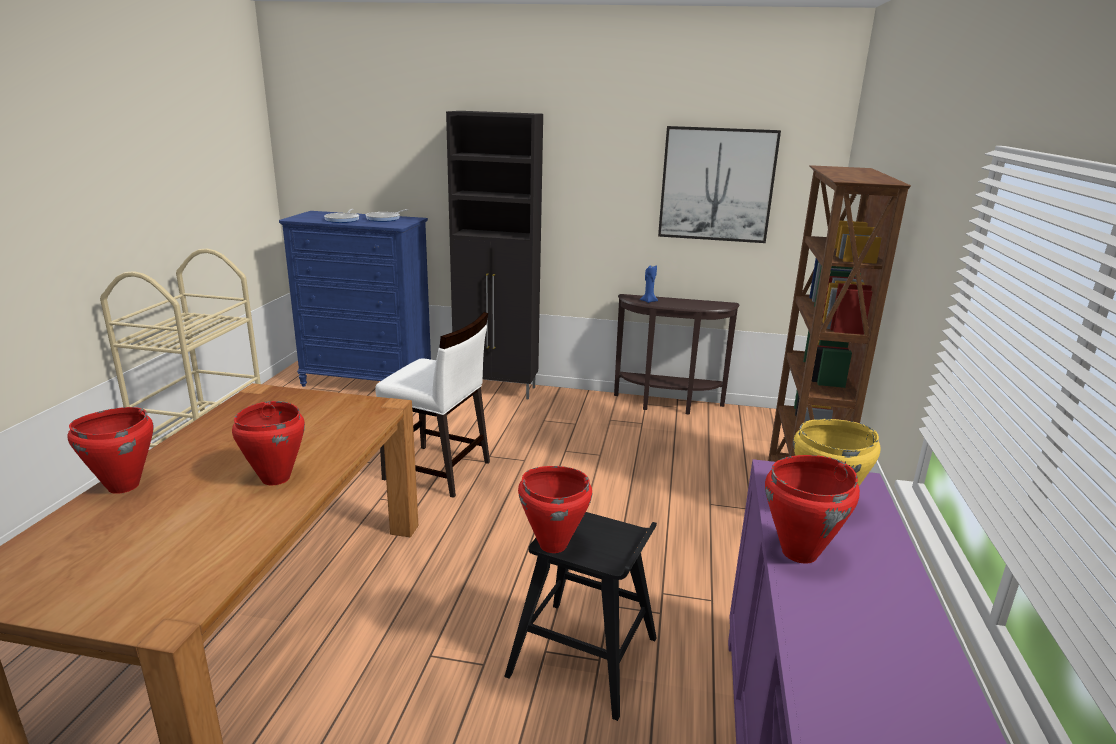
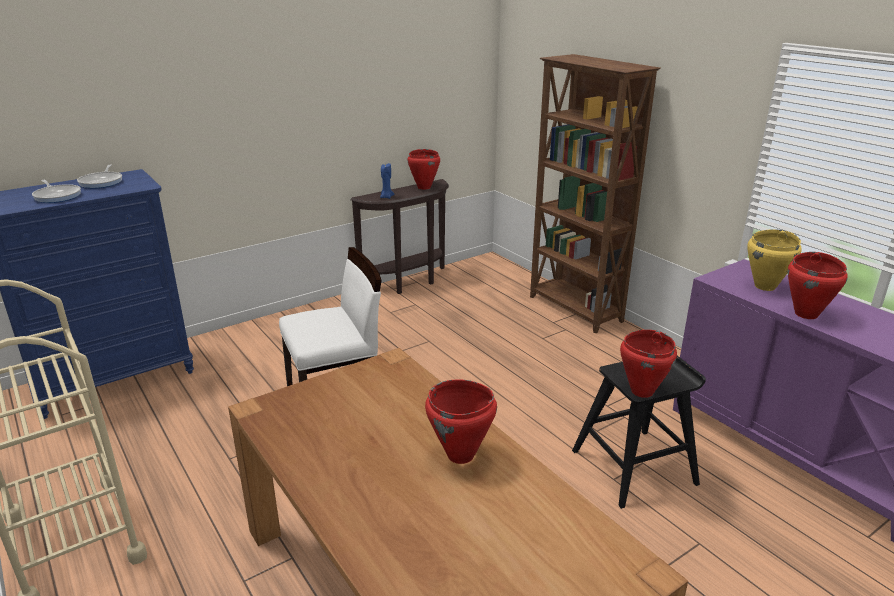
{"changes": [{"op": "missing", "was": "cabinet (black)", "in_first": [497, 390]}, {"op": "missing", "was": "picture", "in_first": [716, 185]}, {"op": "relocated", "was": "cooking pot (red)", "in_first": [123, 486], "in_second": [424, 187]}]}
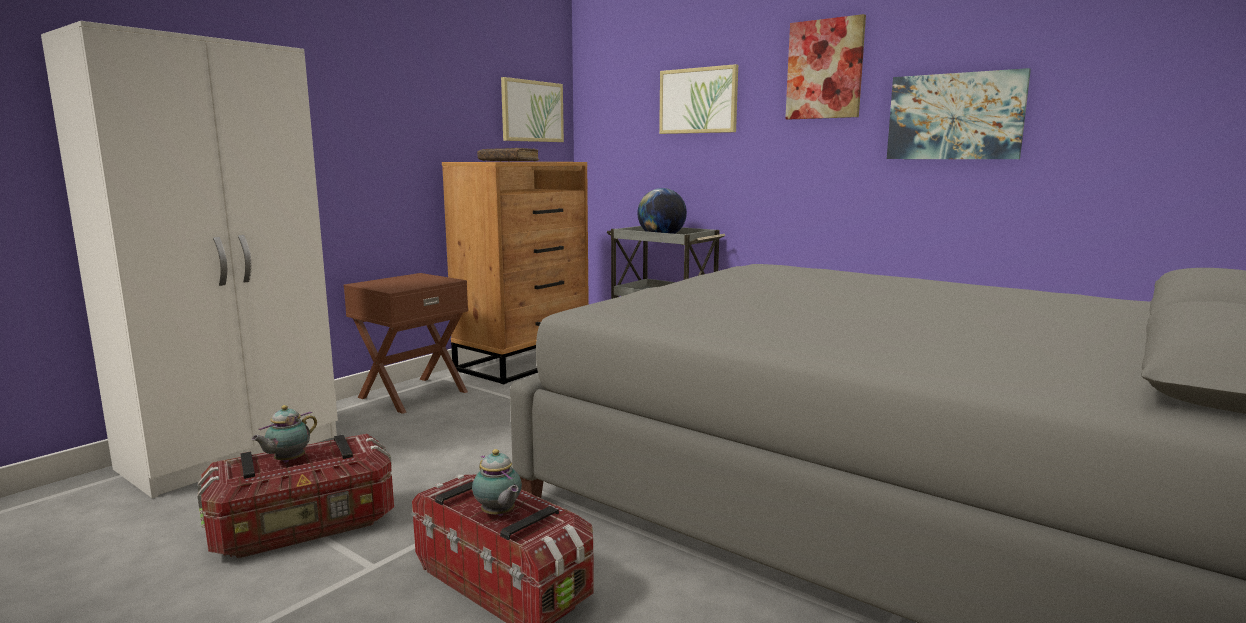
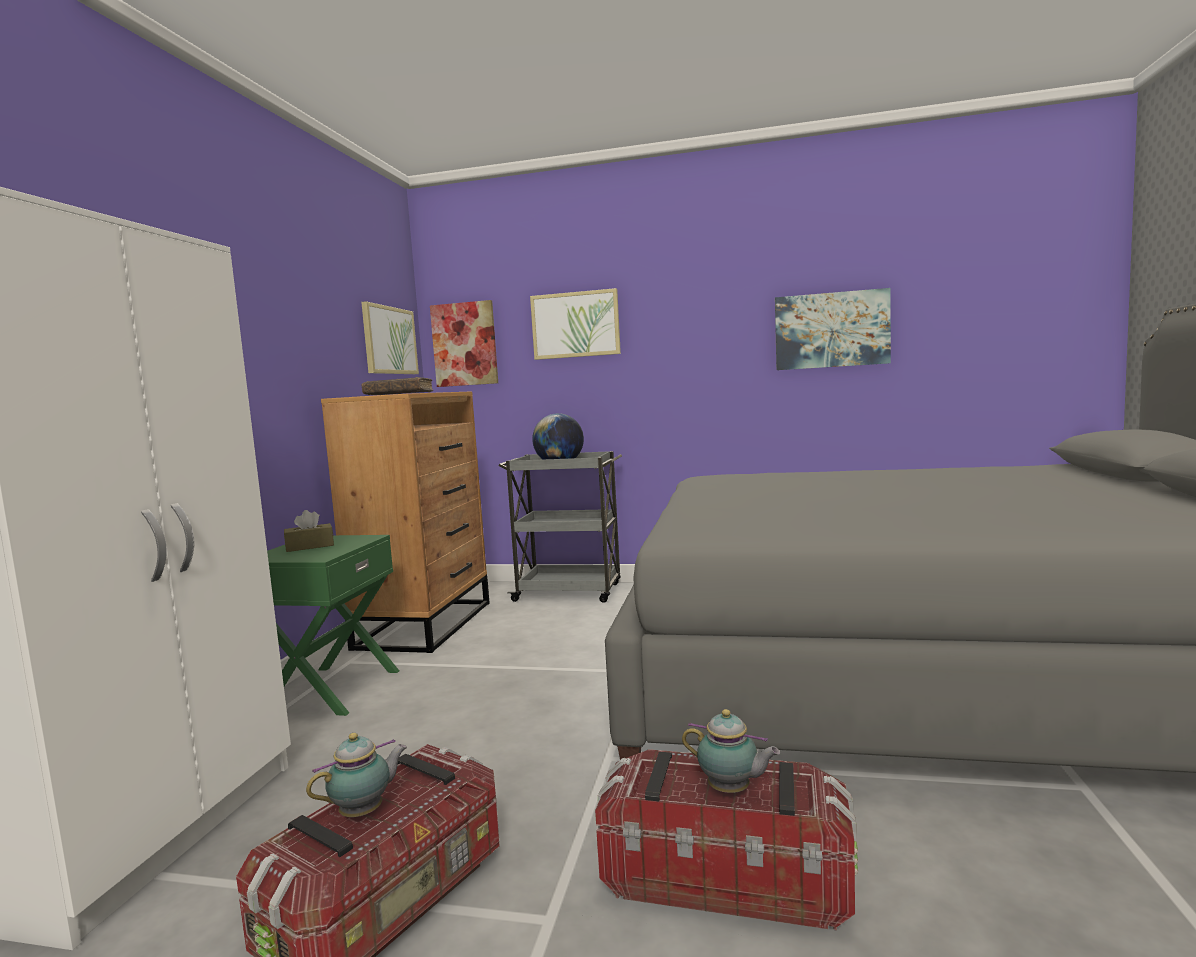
{"changes": [{"op": "relocated", "was": "picture", "in_first": [824, 69], "in_second": [464, 344]}, {"op": "colour", "was": "nightstand (brown)", "now": "nightstand (green)", "in_first": [412, 394], "in_second": [331, 689]}, {"op": "spun", "was": "teapot", "in_first": [287, 461], "in_second": [365, 812], "clockwise": -135}, {"op": "appeared", "now": "tissue box (brown)", "in_second": [310, 546]}]}
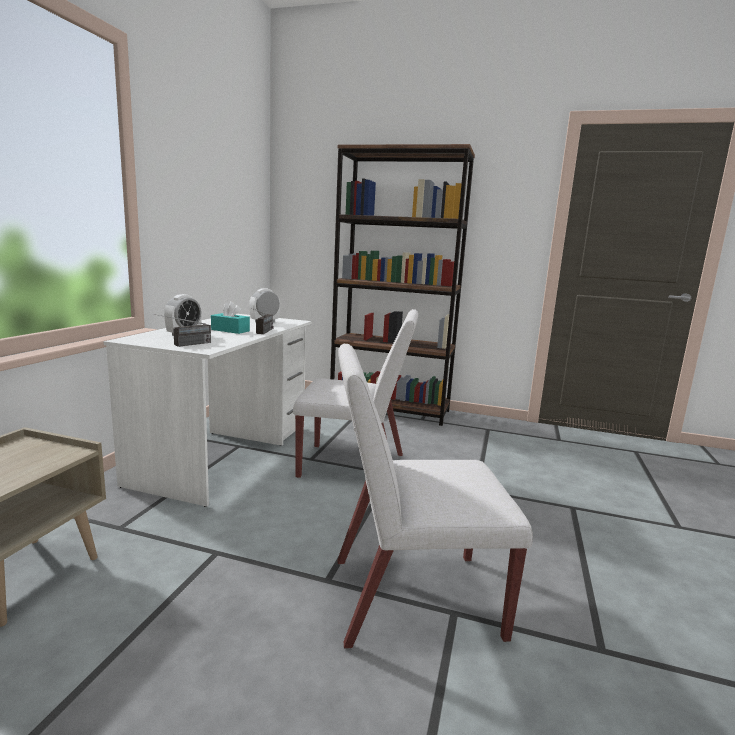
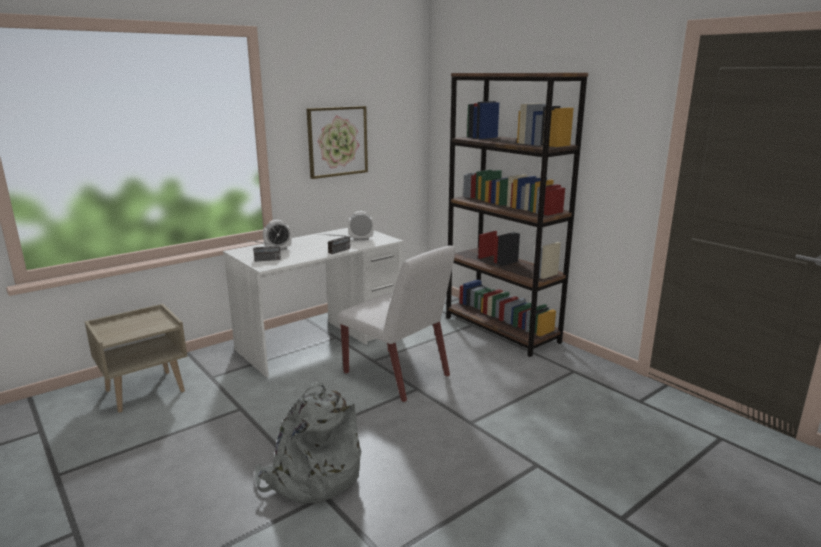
{"changes": [{"op": "missing", "was": "tissue box (turquoise)", "in_first": [230, 330]}, {"op": "exchanged", "was": "chair (white)", "now": "backpack (grey)", "in_first": [412, 598], "in_second": [312, 477]}, {"op": "appeared", "now": "picture", "in_second": [337, 141]}]}
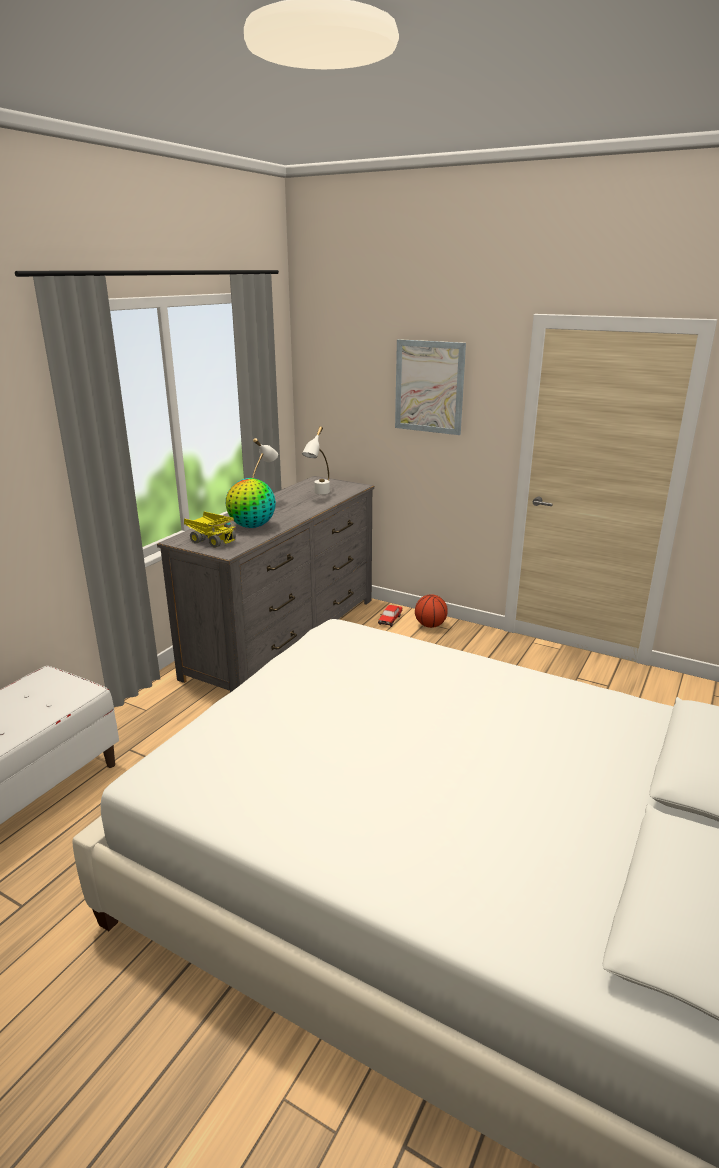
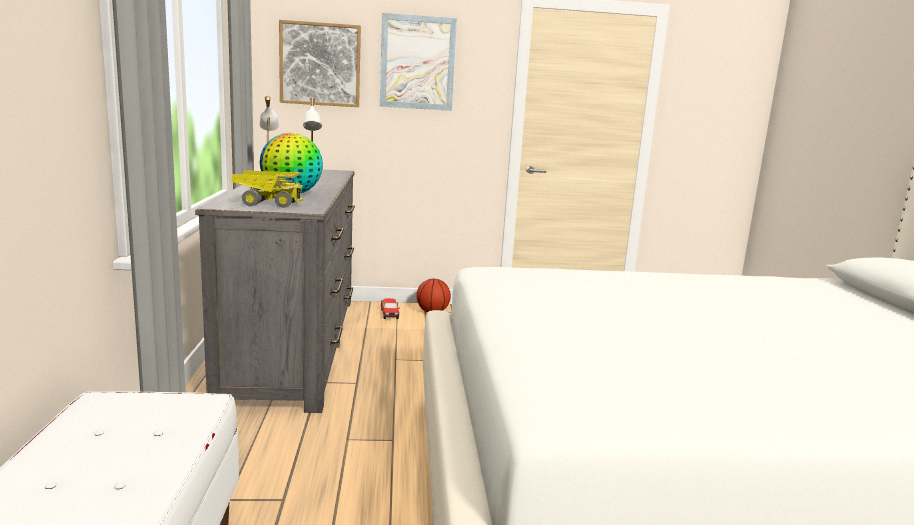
{"changes": [{"op": "appeared", "now": "picture", "in_second": [320, 64]}]}
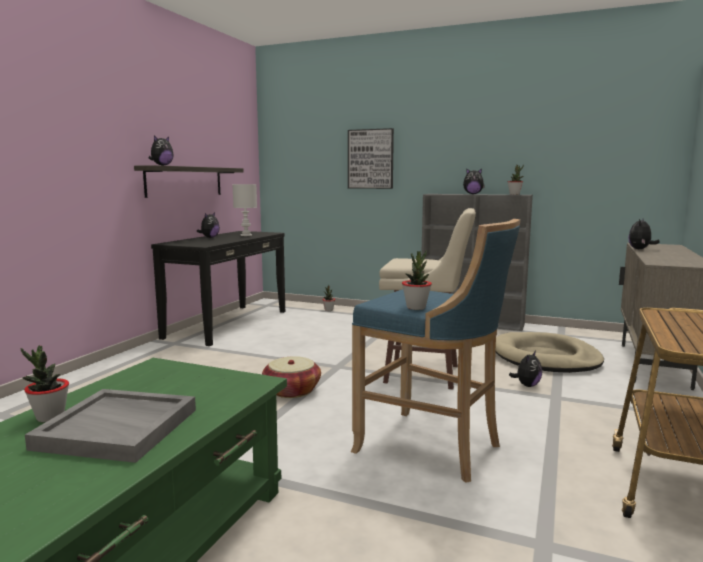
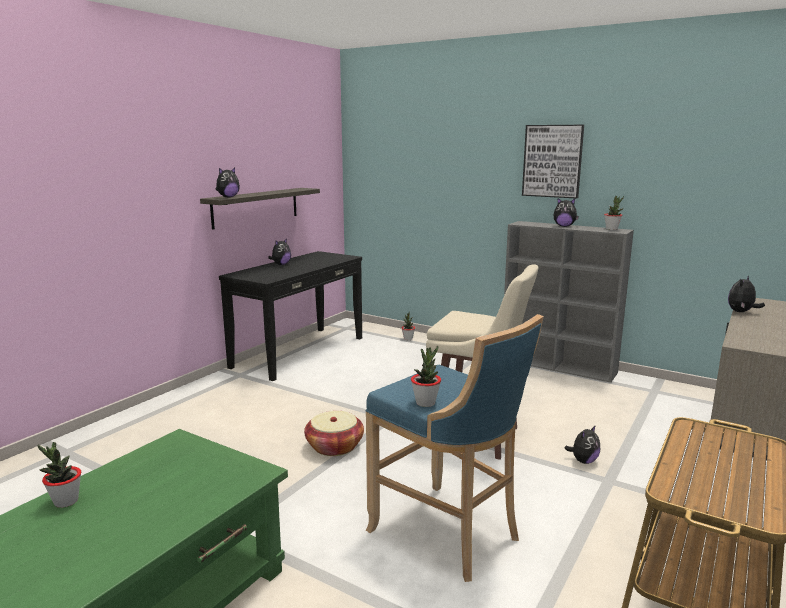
{"changes": [{"op": "relocated", "was": "picture", "in_first": [370, 159], "in_second": [552, 161]}, {"op": "missing", "was": "table lamp (white)", "in_first": [246, 235]}, {"op": "missing", "was": "dog bed (beige)", "in_first": [545, 358]}, {"op": "missing", "was": "tray (grey)", "in_first": [119, 428]}]}
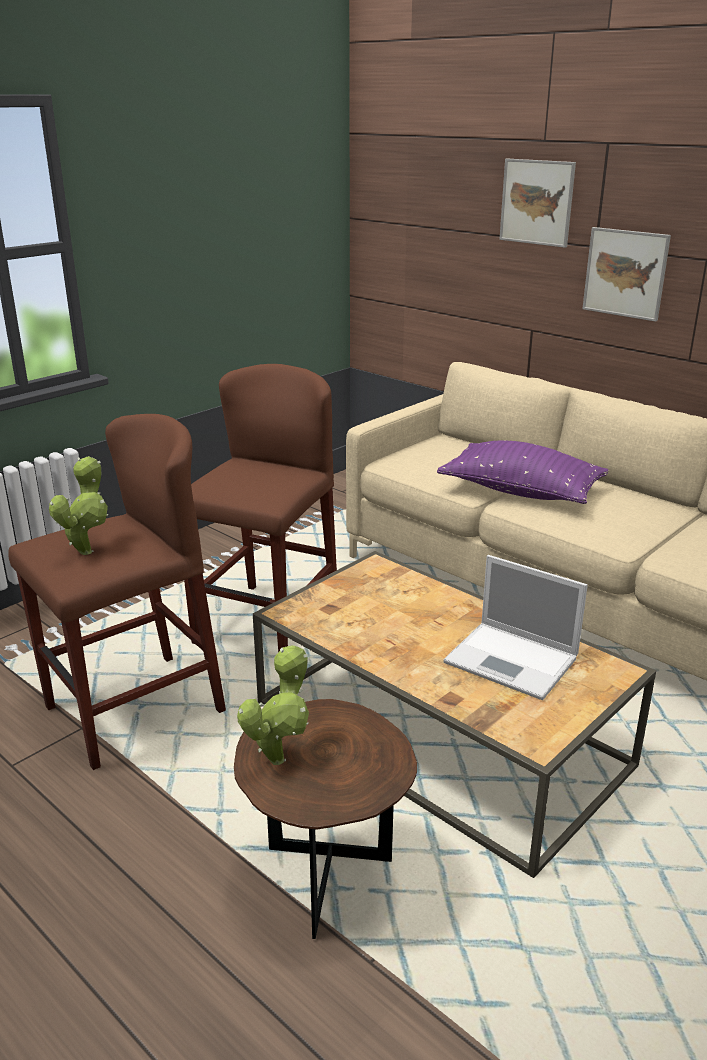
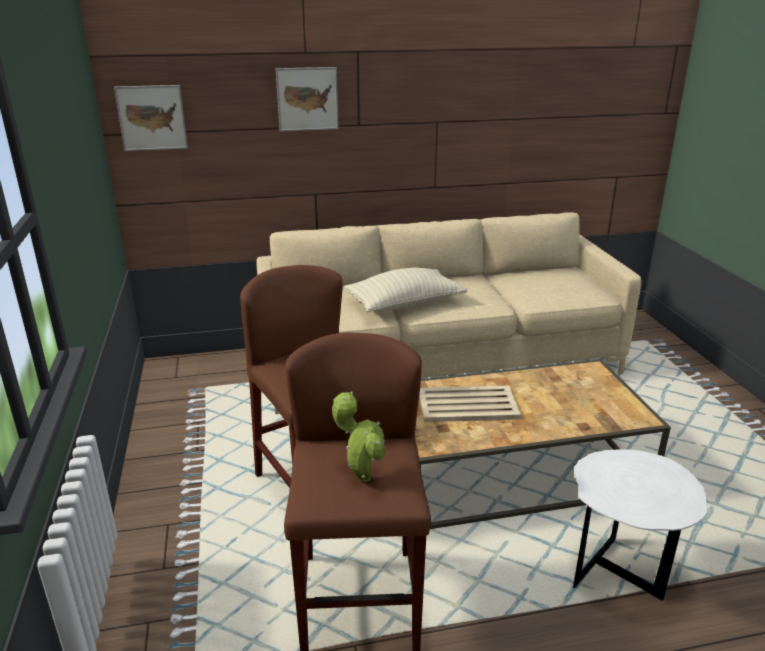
{"changes": [{"op": "relocated", "was": "picture", "in_first": [625, 273], "in_second": [152, 118]}, {"op": "colour", "was": "pillow (purple)", "now": "pillow (beige)", "in_first": [521, 492], "in_second": [404, 304]}, {"op": "missing", "was": "laptop", "in_first": [513, 661]}, {"op": "missing", "was": "potted plant", "in_first": [279, 756]}, {"op": "colour", "was": "side table (brown)", "now": "side table (white)", "in_first": [326, 886], "in_second": [620, 576]}, {"op": "appeared", "now": "tray (beige)", "in_second": [469, 405]}]}
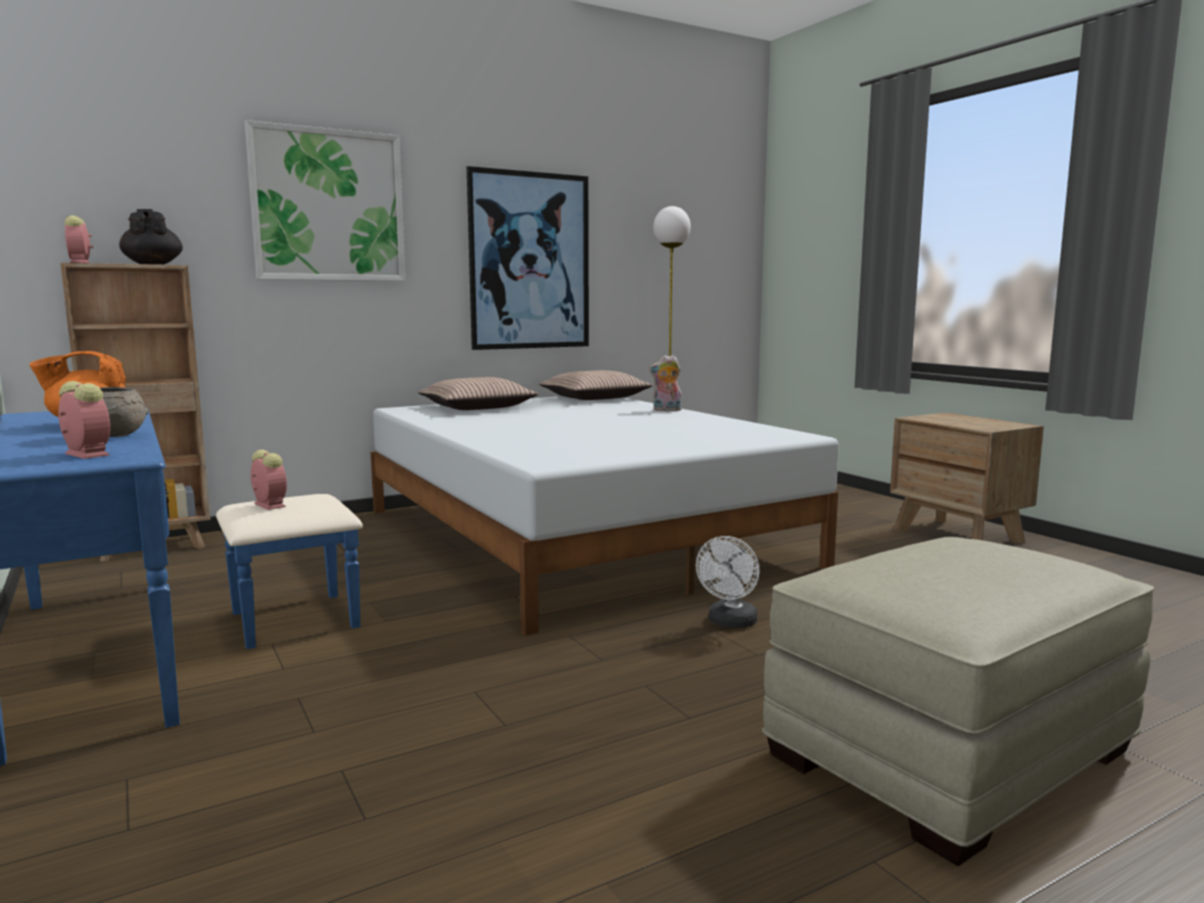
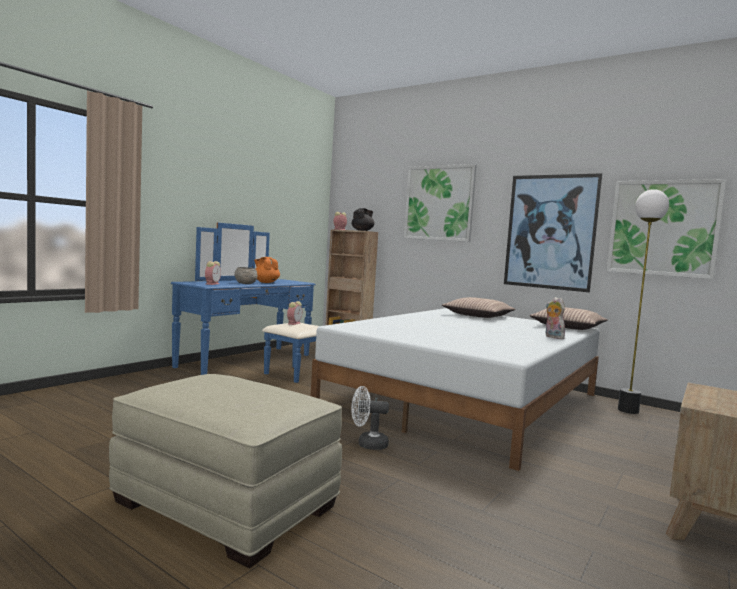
{"changes": [{"op": "appeared", "now": "picture", "in_second": [663, 228]}]}
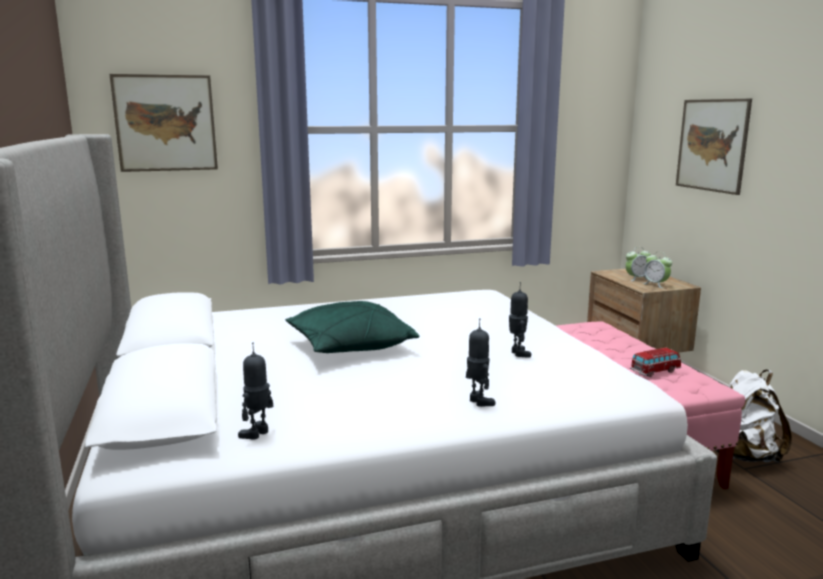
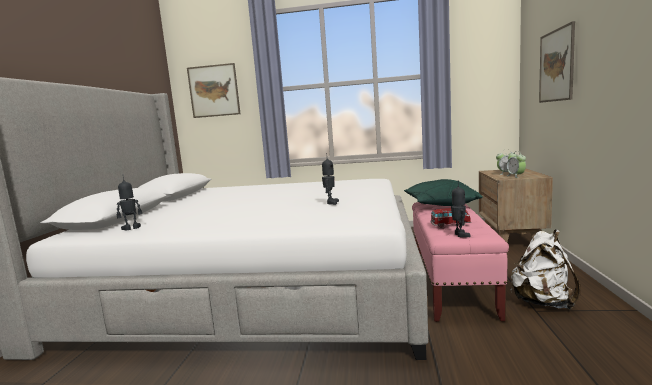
{"changes": [{"op": "relocated", "was": "pillow (green)", "in_first": [349, 347], "in_second": [440, 205]}, {"op": "relocated", "was": "toy robot", "in_first": [478, 402], "in_second": [459, 235]}]}
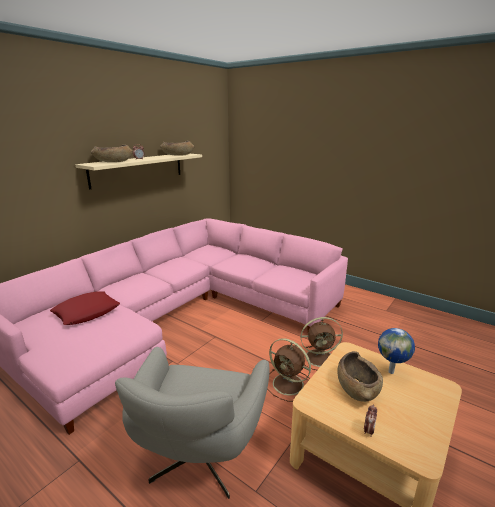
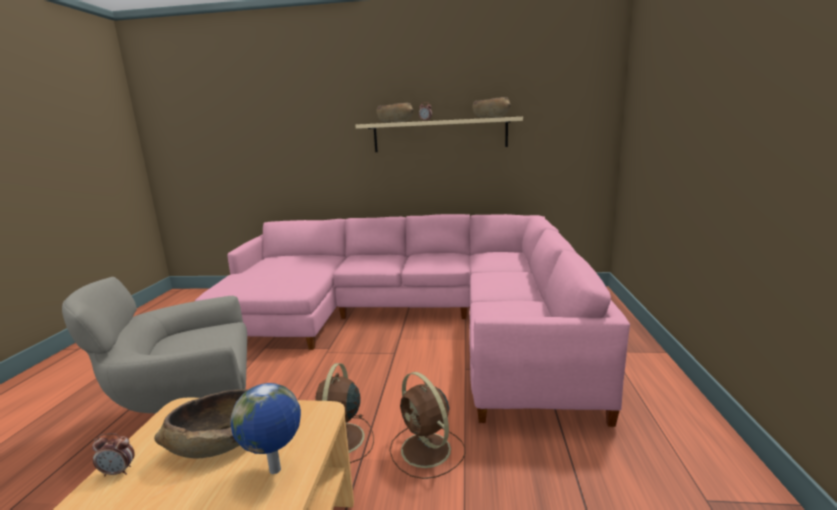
{"changes": [{"op": "missing", "was": "pillow (red)", "in_first": [87, 312]}]}
